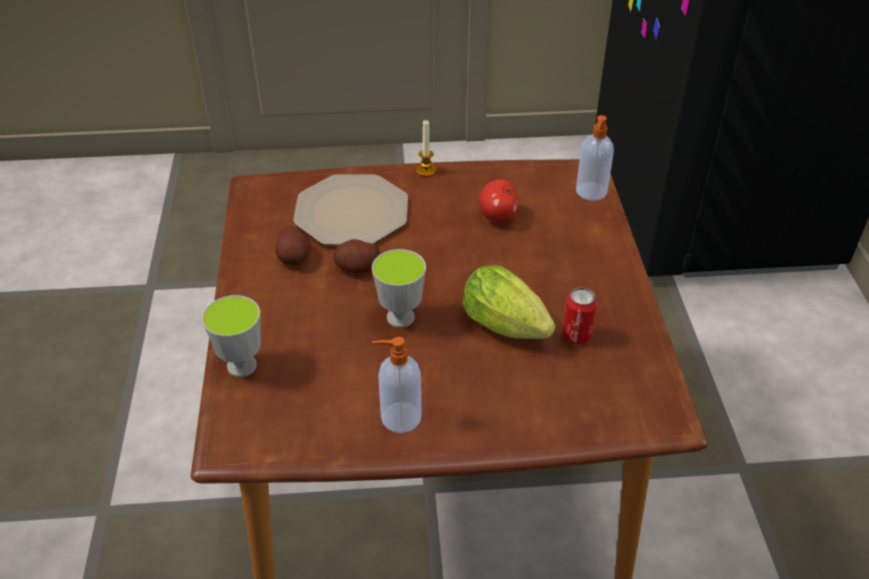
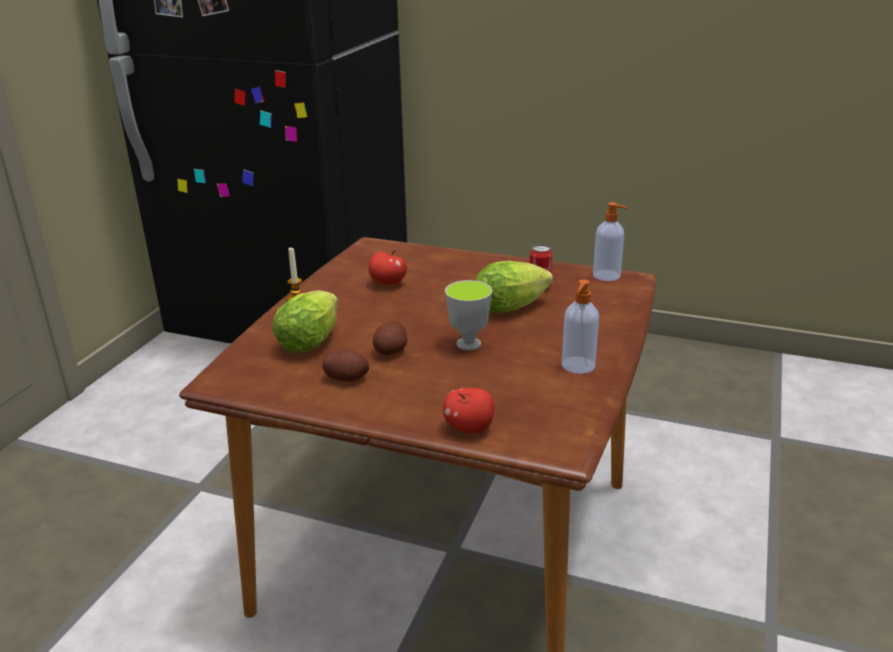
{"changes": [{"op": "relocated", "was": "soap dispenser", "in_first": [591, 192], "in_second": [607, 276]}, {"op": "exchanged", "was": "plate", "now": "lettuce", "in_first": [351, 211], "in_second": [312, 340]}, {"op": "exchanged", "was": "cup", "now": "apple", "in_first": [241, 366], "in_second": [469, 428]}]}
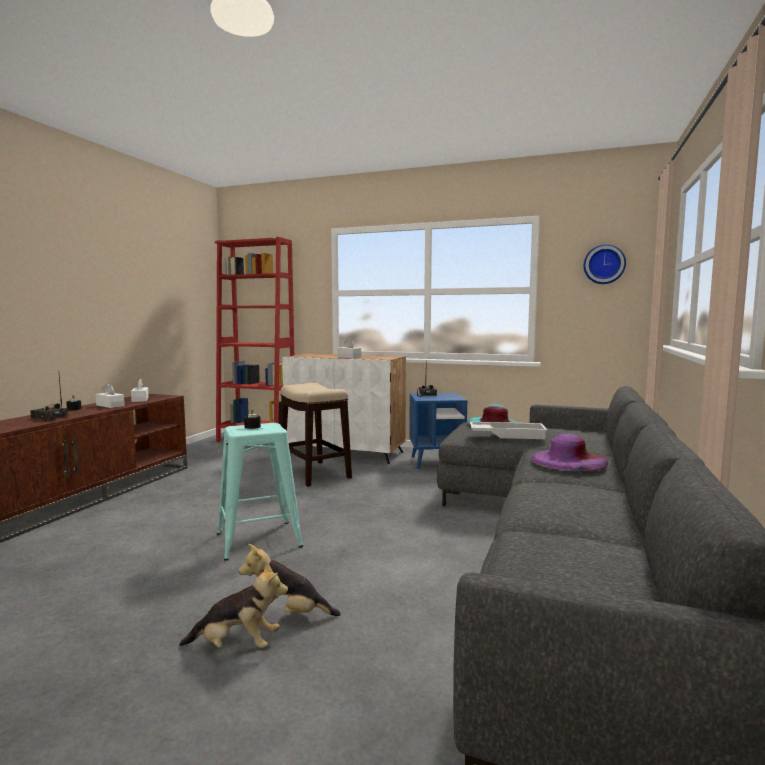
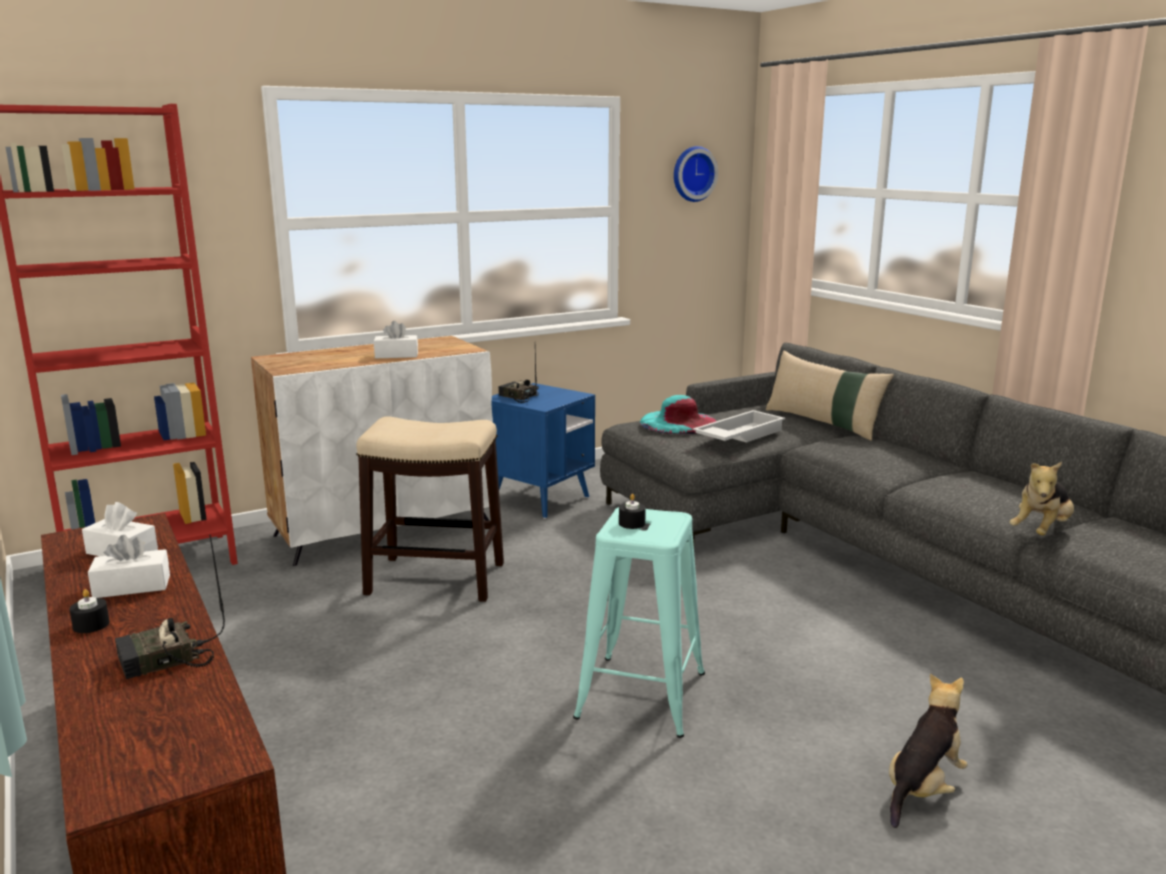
{"changes": [{"op": "missing", "was": "hat (purple)", "in_first": [568, 460]}, {"op": "relocated", "was": "plush toy", "in_first": [288, 615], "in_second": [1041, 531]}, {"op": "appeared", "now": "pillow (beige)", "in_second": [823, 423]}]}
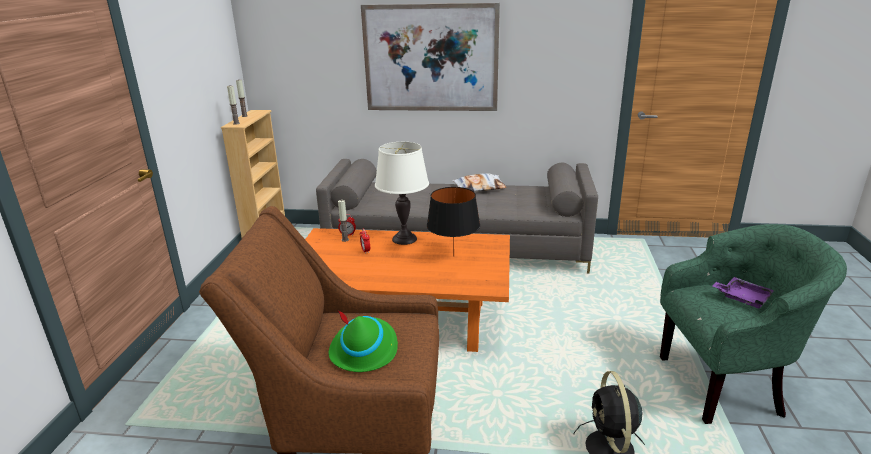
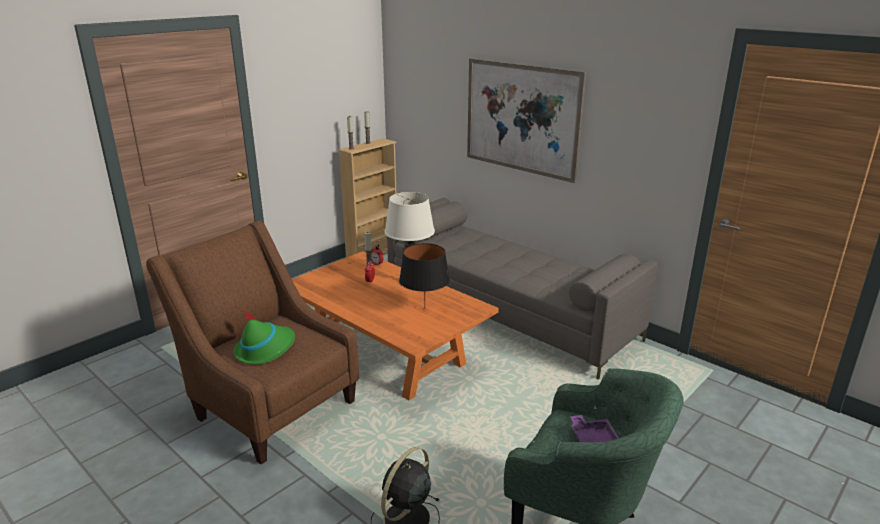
{"changes": [{"op": "missing", "was": "pillow", "in_first": [479, 187]}]}
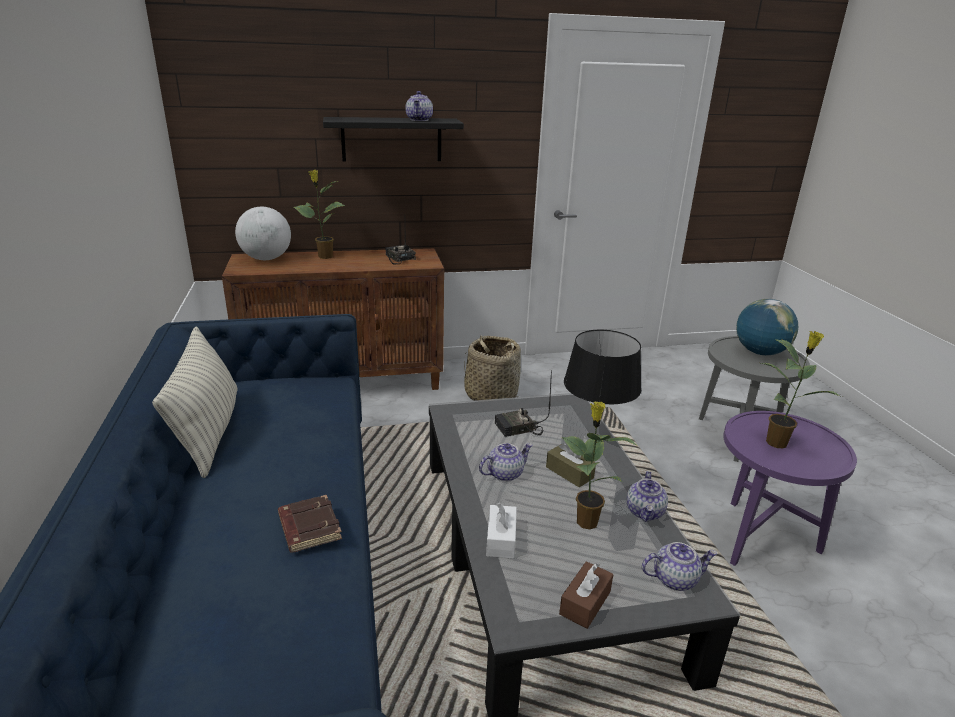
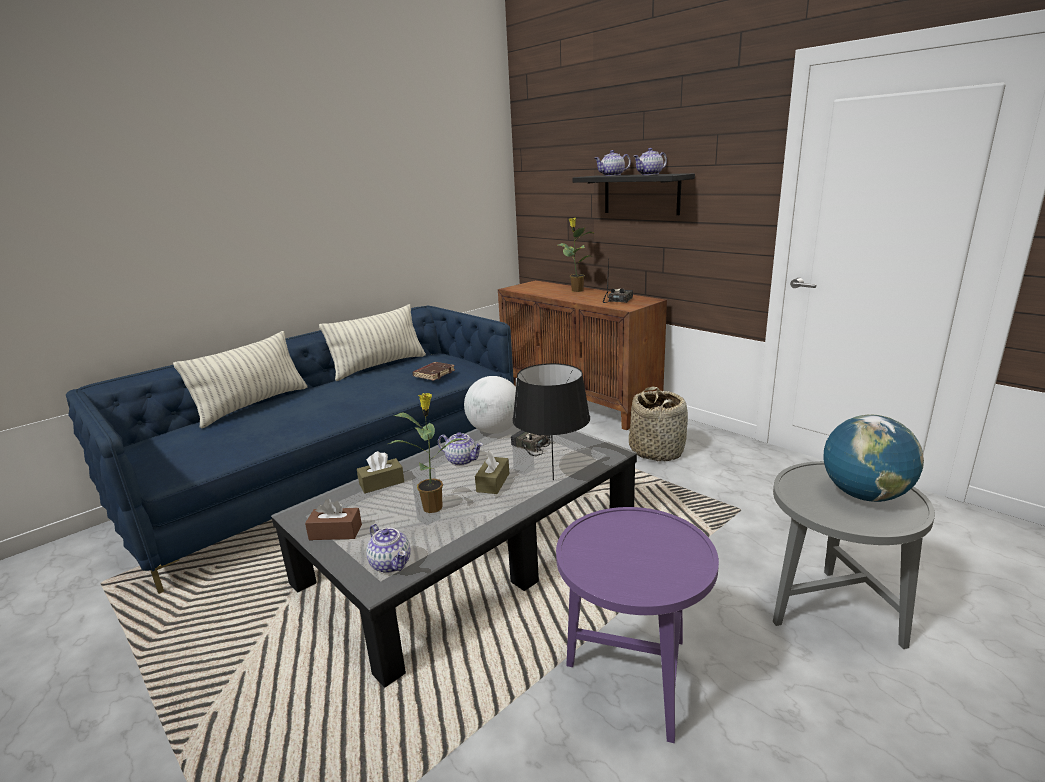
{"changes": [{"op": "relocated", "was": "globe", "in_first": [266, 259], "in_second": [495, 430]}, {"op": "missing", "was": "potted plant", "in_first": [778, 442]}, {"op": "relocated", "was": "teapot", "in_first": [645, 512], "in_second": [612, 175]}, {"op": "relocated", "was": "book (brown)", "in_first": [308, 527], "in_second": [434, 374]}, {"op": "colour", "was": "tissue box (white)", "now": "tissue box (brown)", "in_first": [501, 539], "in_second": [381, 483]}, {"op": "appeared", "now": "pillow", "in_second": [253, 405]}]}
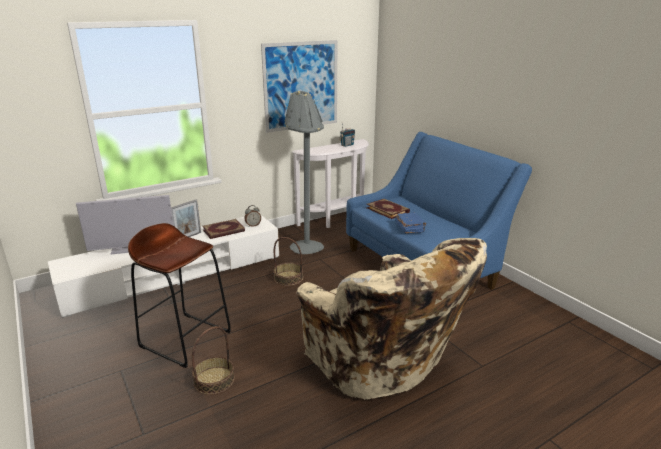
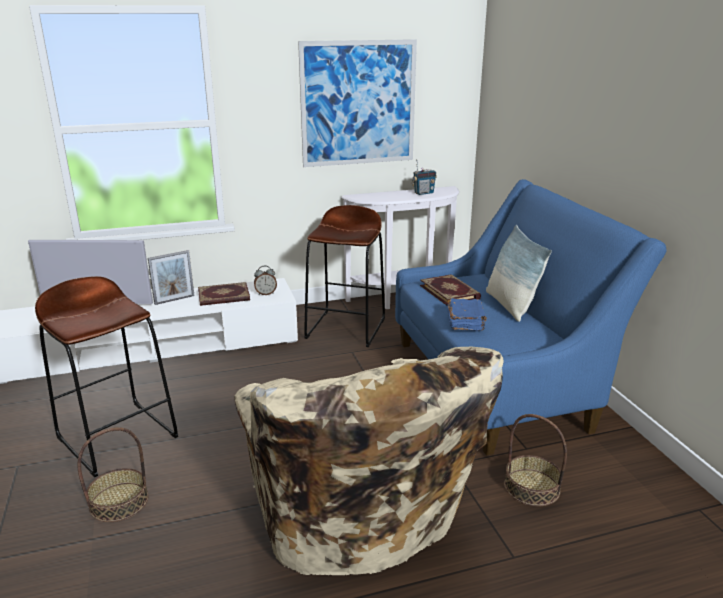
{"changes": [{"op": "exchanged", "was": "floor lamp (grey)", "now": "stool (brown)", "in_first": [307, 244], "in_second": [346, 328]}, {"op": "relocated", "was": "basket", "in_first": [288, 278], "in_second": [532, 487]}, {"op": "appeared", "now": "pillow", "in_second": [510, 306]}]}
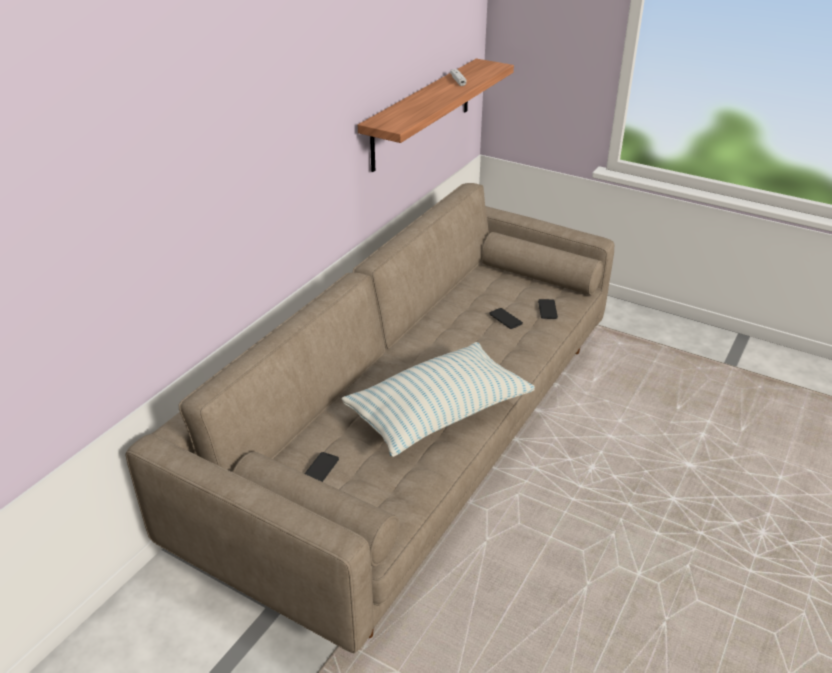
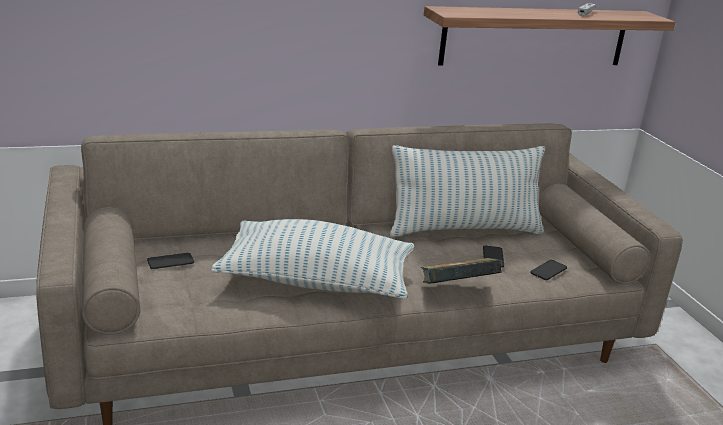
{"changes": [{"op": "appeared", "now": "pillow", "in_second": [464, 229]}, {"op": "appeared", "now": "book", "in_second": [456, 291]}]}
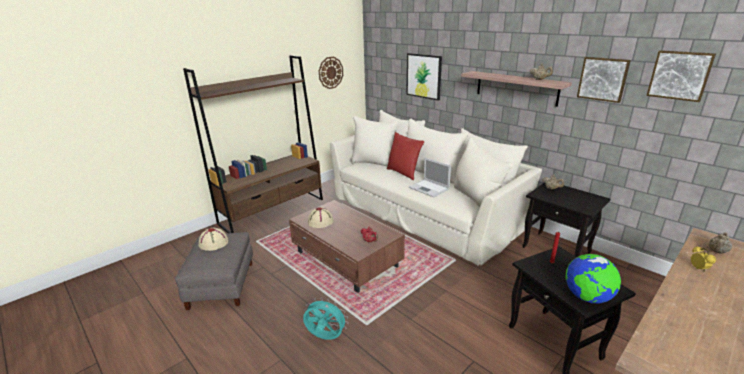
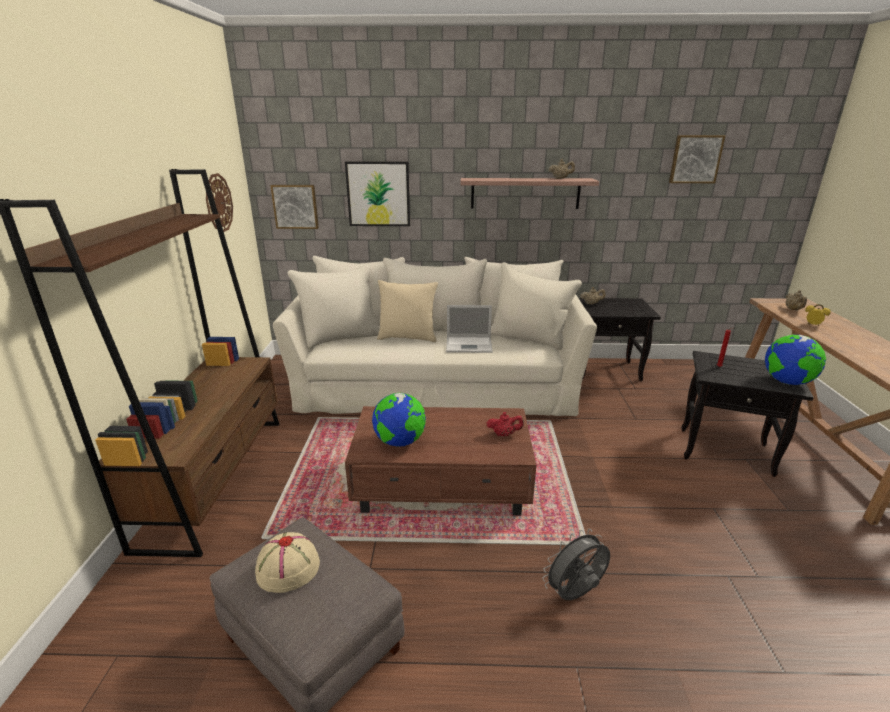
{"changes": [{"op": "relocated", "was": "picture", "in_first": [603, 79], "in_second": [295, 206]}, {"op": "colour", "was": "pillow (red)", "now": "pillow (beige)", "in_first": [403, 173], "in_second": [407, 337]}, {"op": "exchanged", "was": "hat (beige)", "now": "globe", "in_first": [320, 221], "in_second": [400, 442]}, {"op": "colour", "was": "fan (turquoise)", "now": "fan (grey)", "in_first": [325, 337], "in_second": [575, 594]}]}
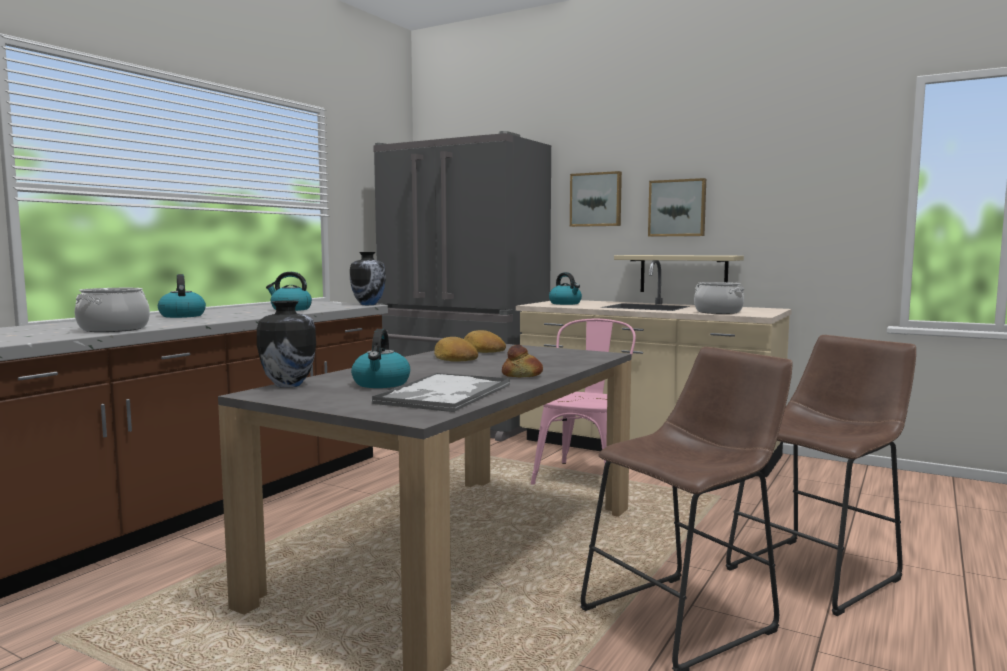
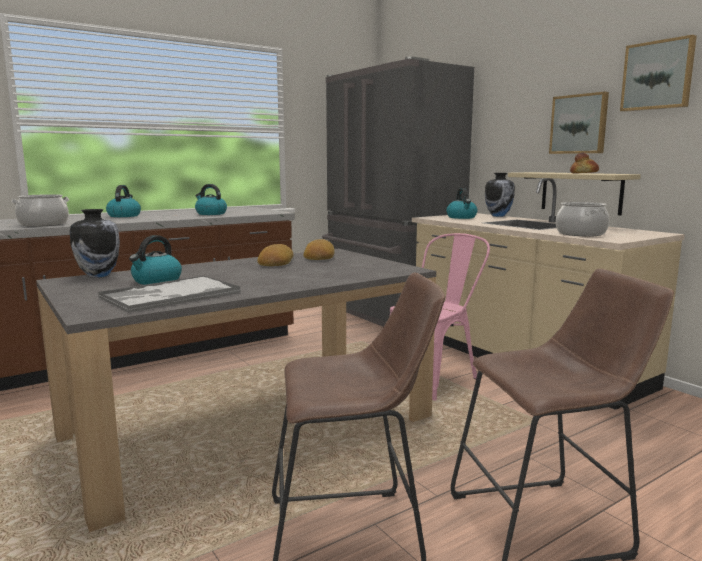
{"changes": [{"op": "relocated", "was": "picture", "in_first": [596, 199], "in_second": [658, 75]}, {"op": "relocated", "was": "vase", "in_first": [369, 304], "in_second": [498, 216]}, {"op": "relocated", "was": "bread", "in_first": [522, 376], "in_second": [584, 173]}]}
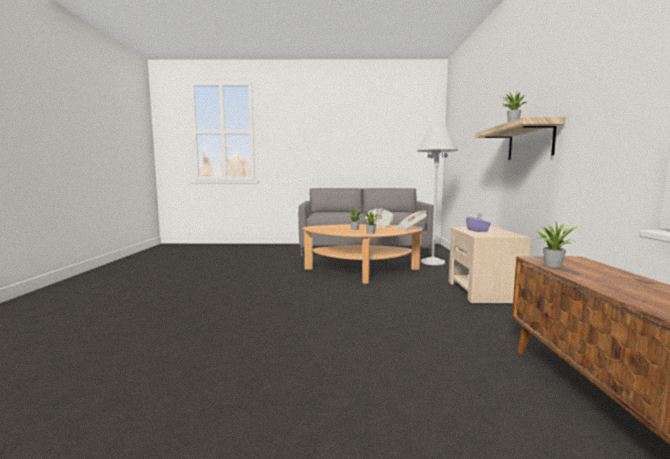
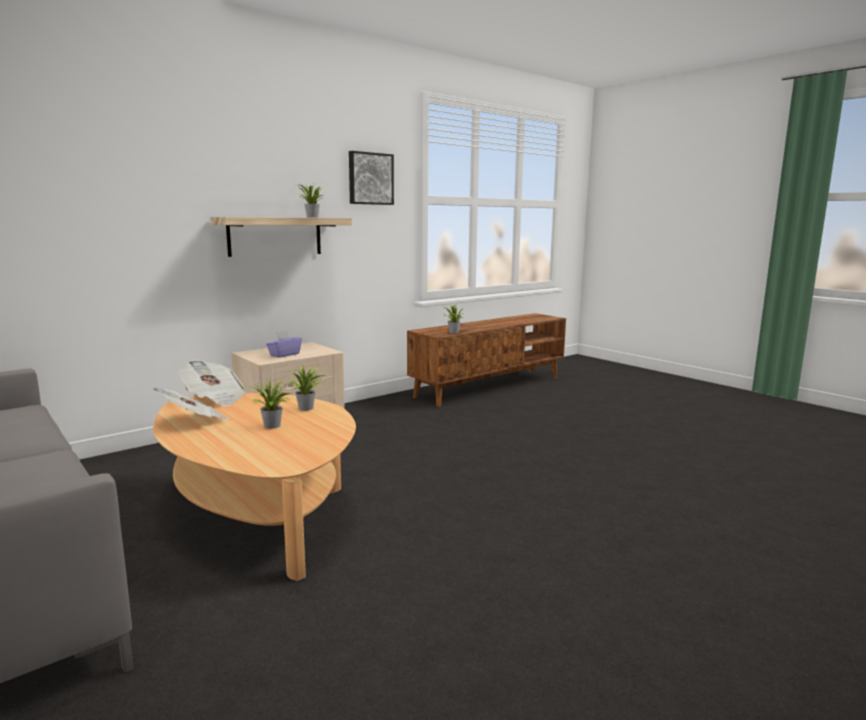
{"changes": [{"op": "missing", "was": "floor lamp (white)", "in_first": [432, 262]}, {"op": "appeared", "now": "picture", "in_second": [370, 178]}]}
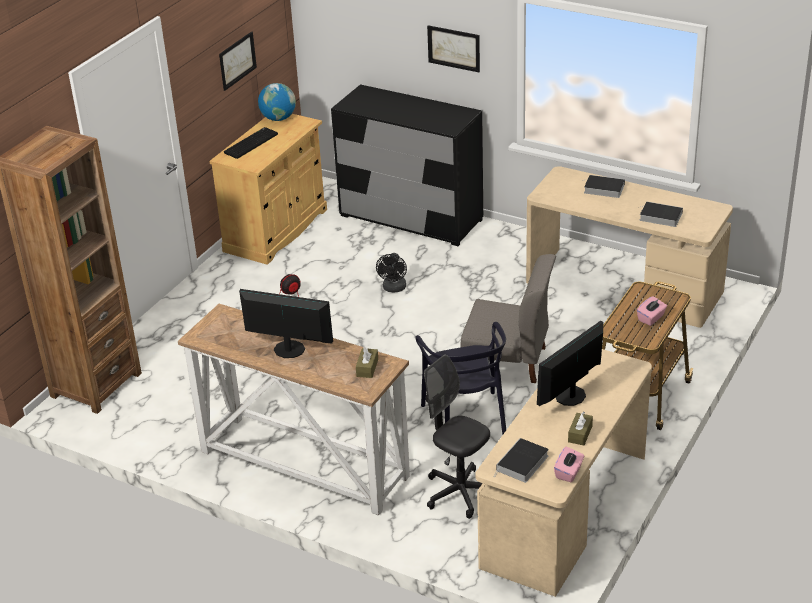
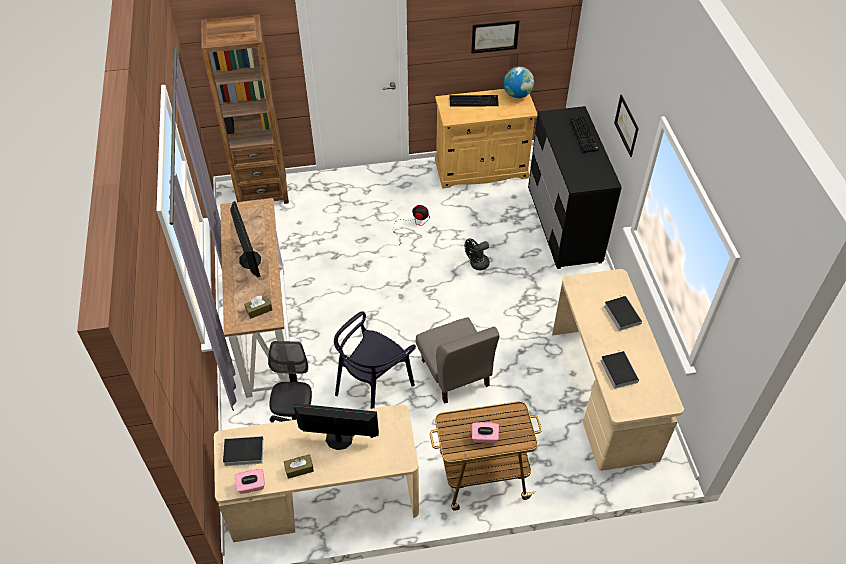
{"changes": [{"op": "appeared", "now": "keyboard", "in_second": [584, 135]}]}
